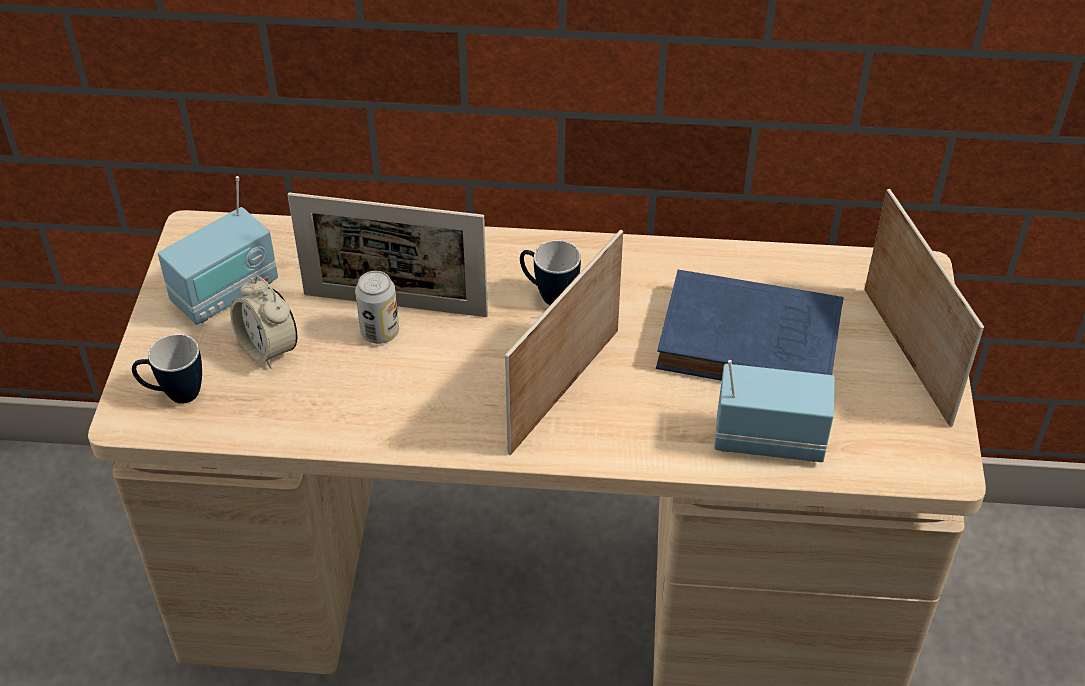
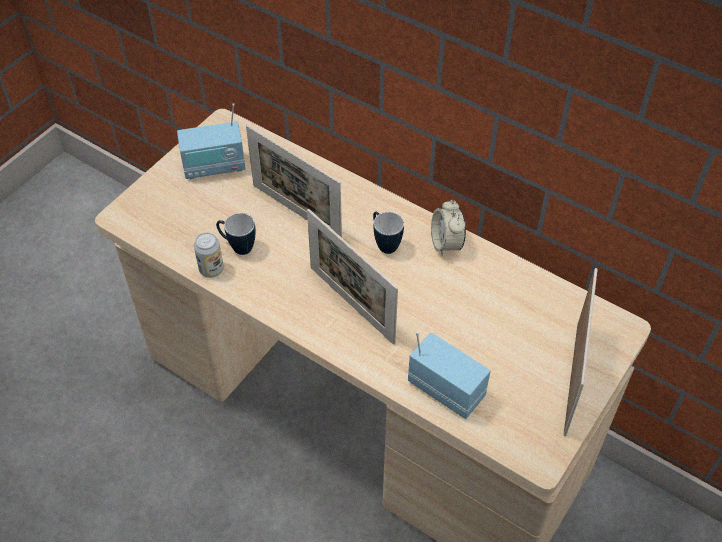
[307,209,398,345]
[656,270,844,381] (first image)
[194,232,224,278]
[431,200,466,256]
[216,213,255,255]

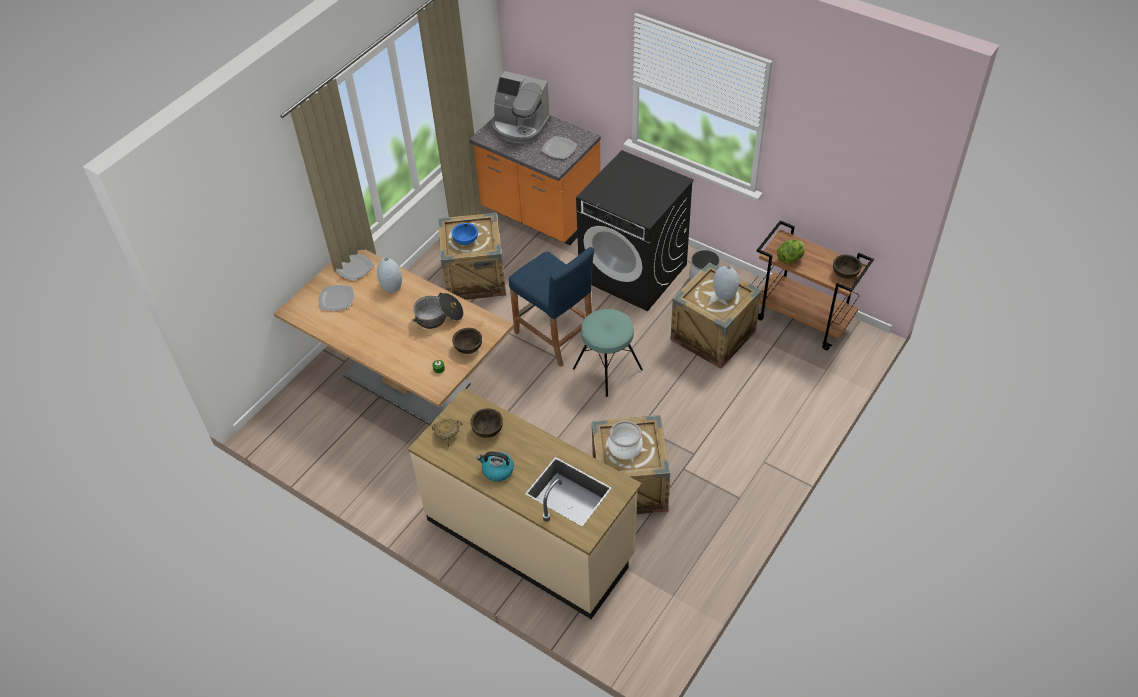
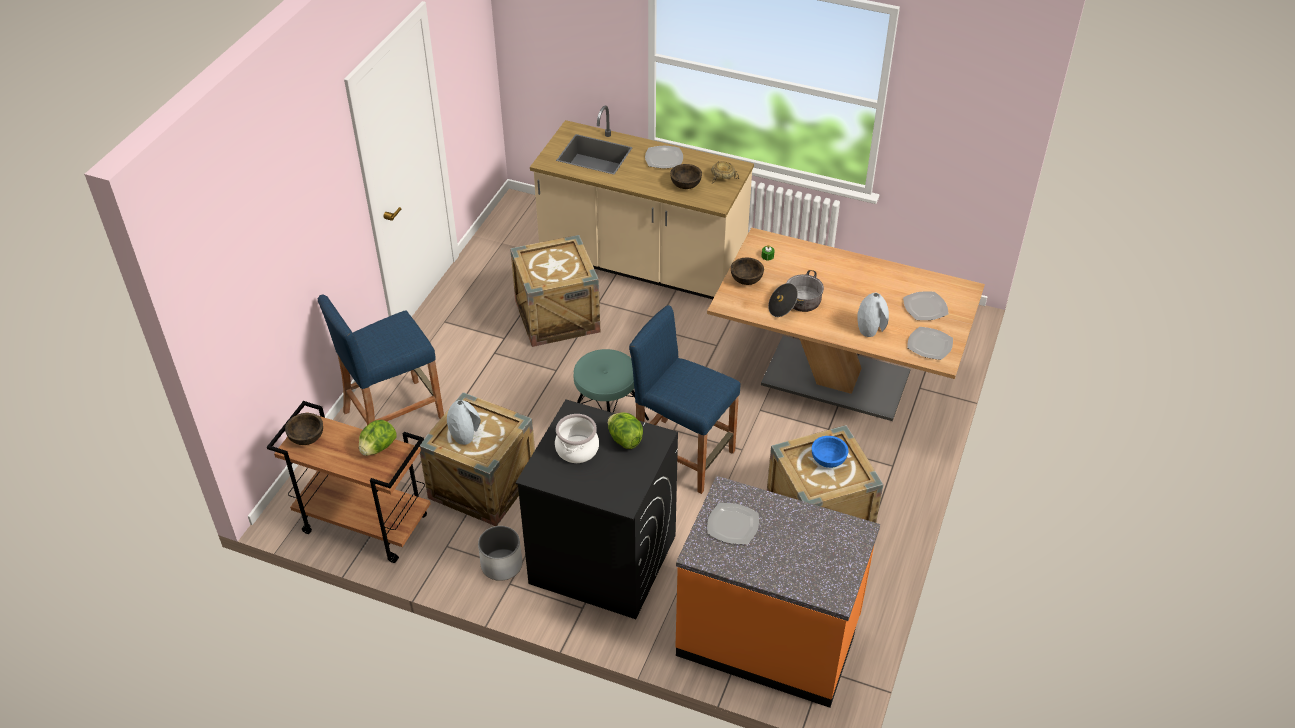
[492,71,551,144] (first image)
[555,414,599,463]
[645,146,683,168]
[318,294,444,425]
[608,413,643,449]

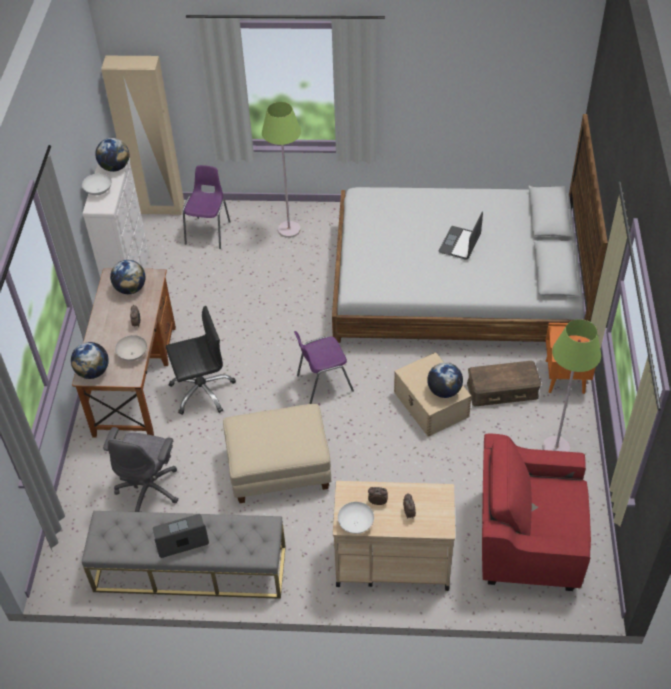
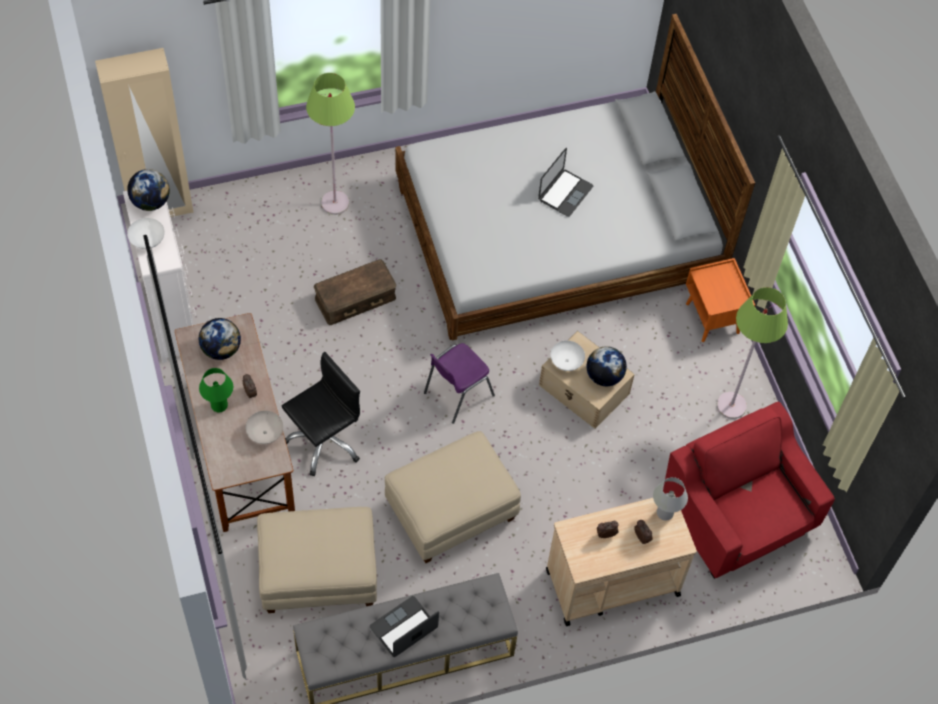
[183,165,230,249] (first image)
[538,148,593,217]
[71,342,109,379] (first image)
[314,260,396,325]
[257,507,377,613]
[663,401,835,579]
[550,341,585,371]
[199,368,233,412]
[653,477,688,521]

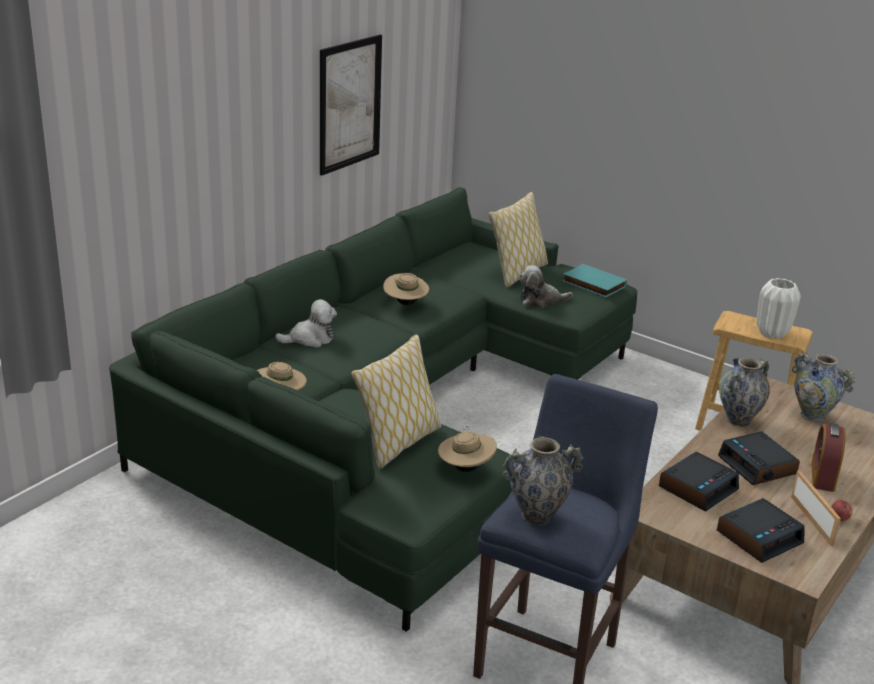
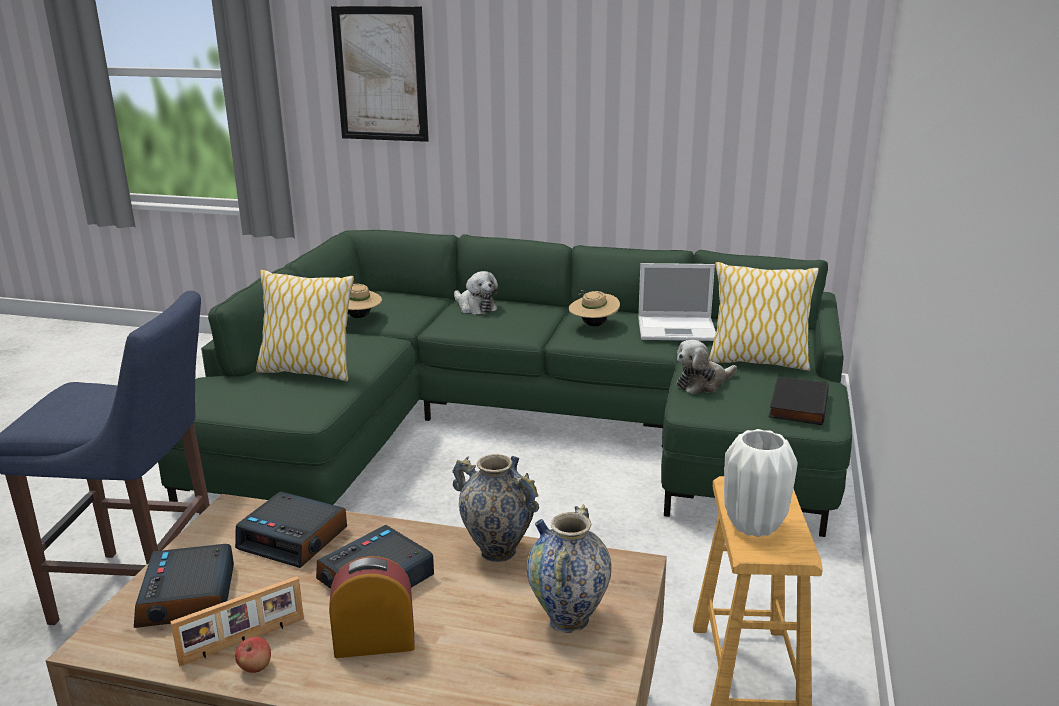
[331,6,429,142]
[769,376,829,425]
[676,340,737,394]
[438,426,497,472] (first image)
[503,436,583,525] (first image)
[134,544,234,628]
[638,263,716,341]

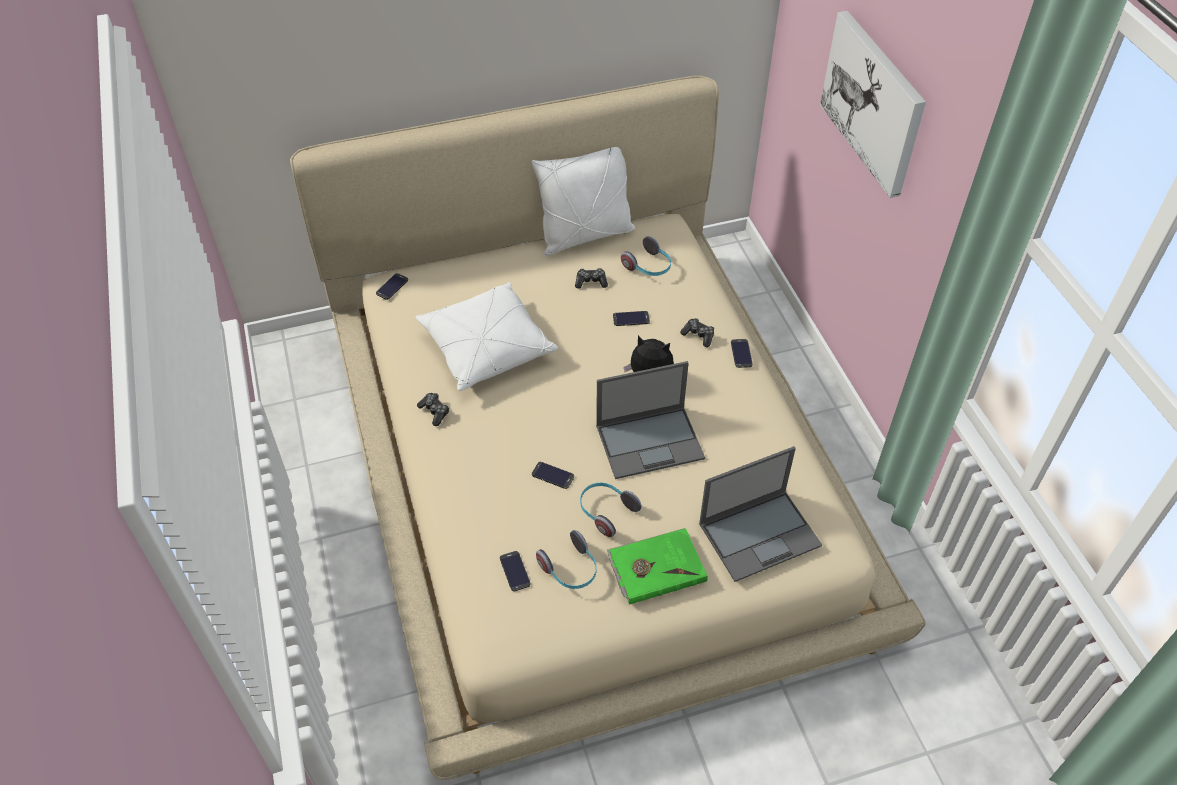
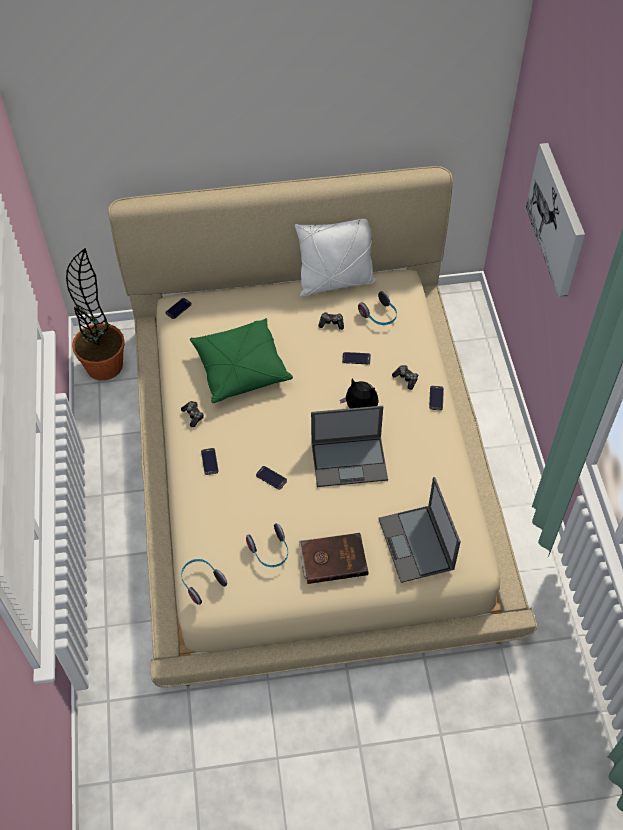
[190,318,293,403]
[378,477,461,583]
[181,559,227,605]
[299,533,368,584]
[201,448,219,475]
[66,248,124,380]

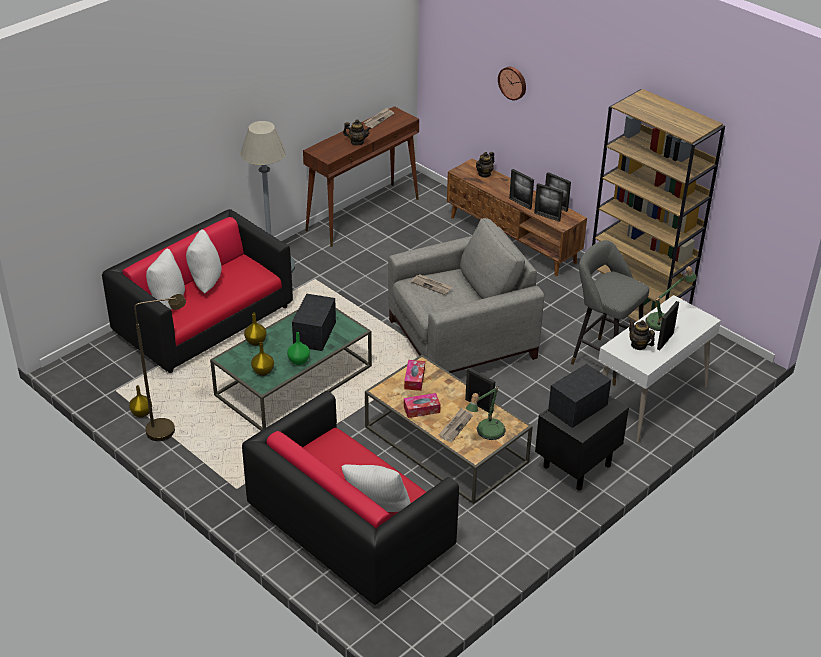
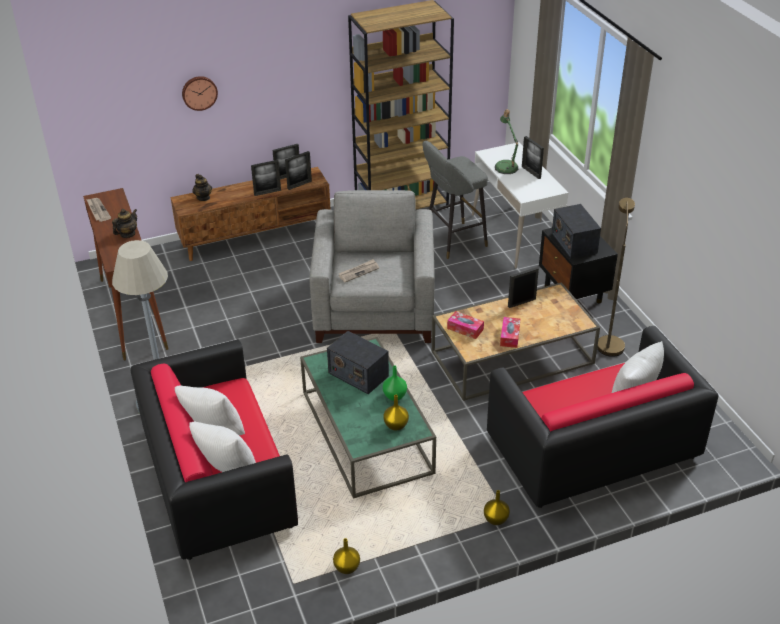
[597,198,635,357]
[484,490,510,525]
[629,319,655,350] (first image)
[466,386,506,440] (first image)
[439,408,473,442] (first image)

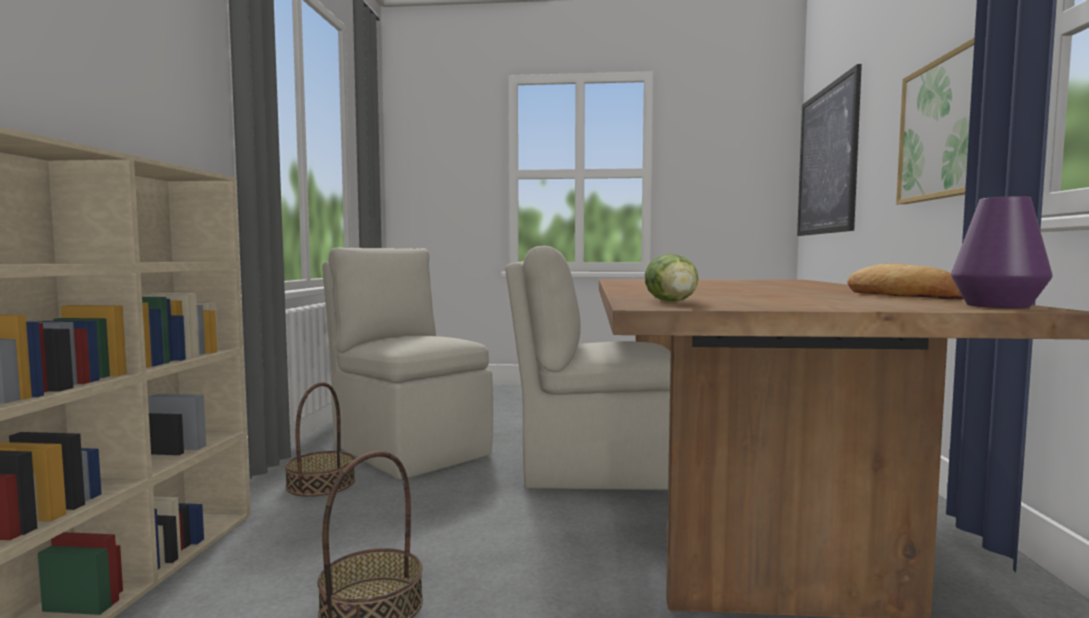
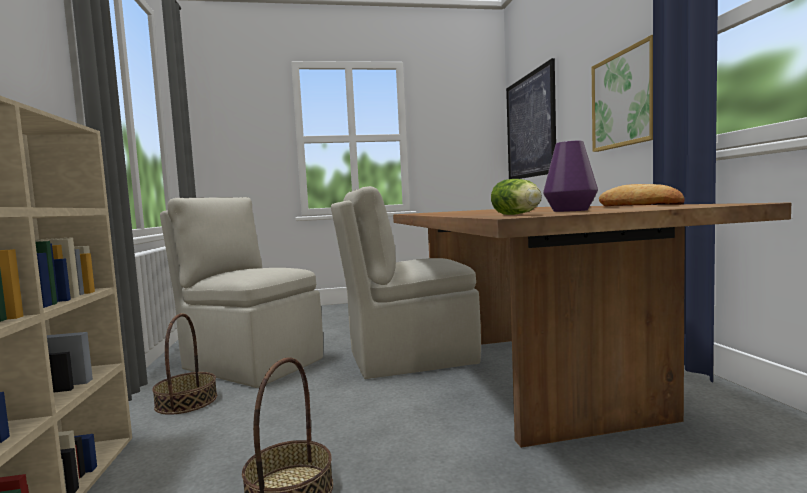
[543,141,598,212]

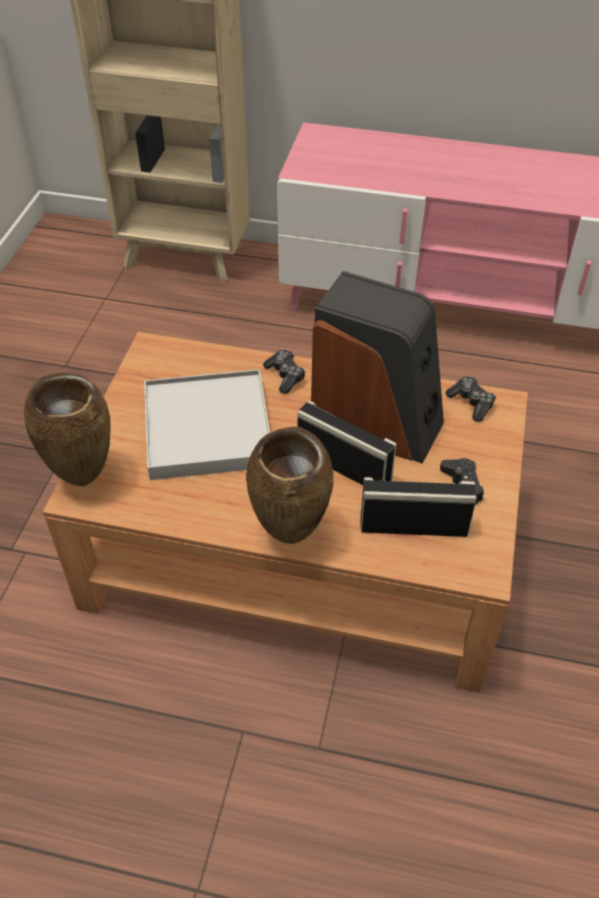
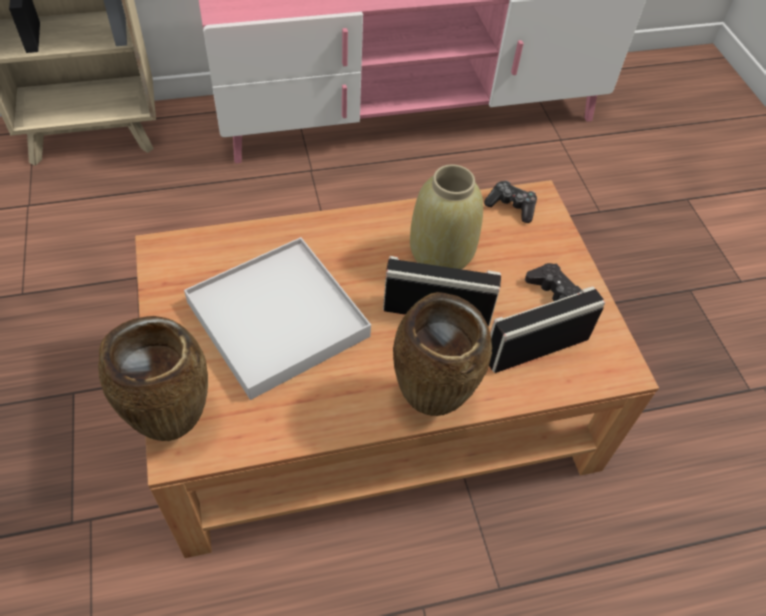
[410,164,483,269]
[263,350,305,394] (first image)

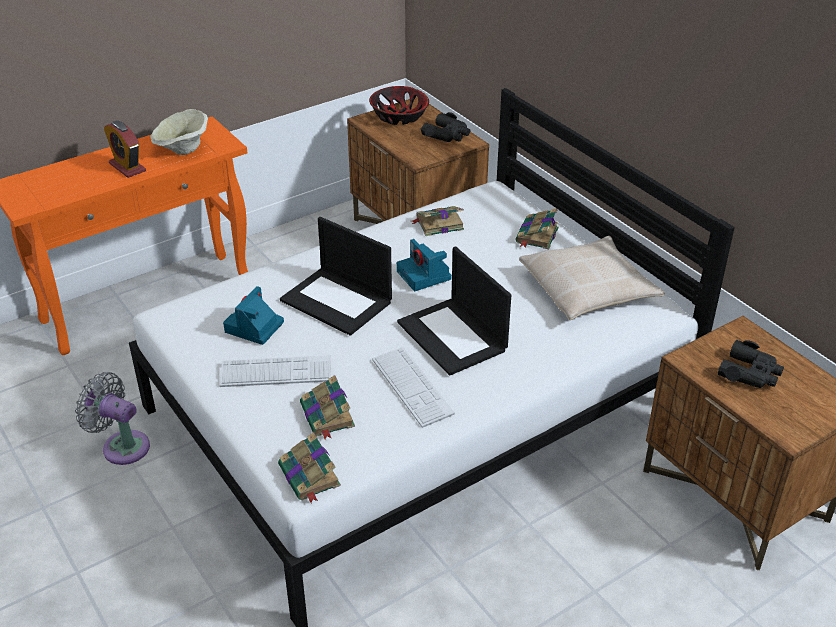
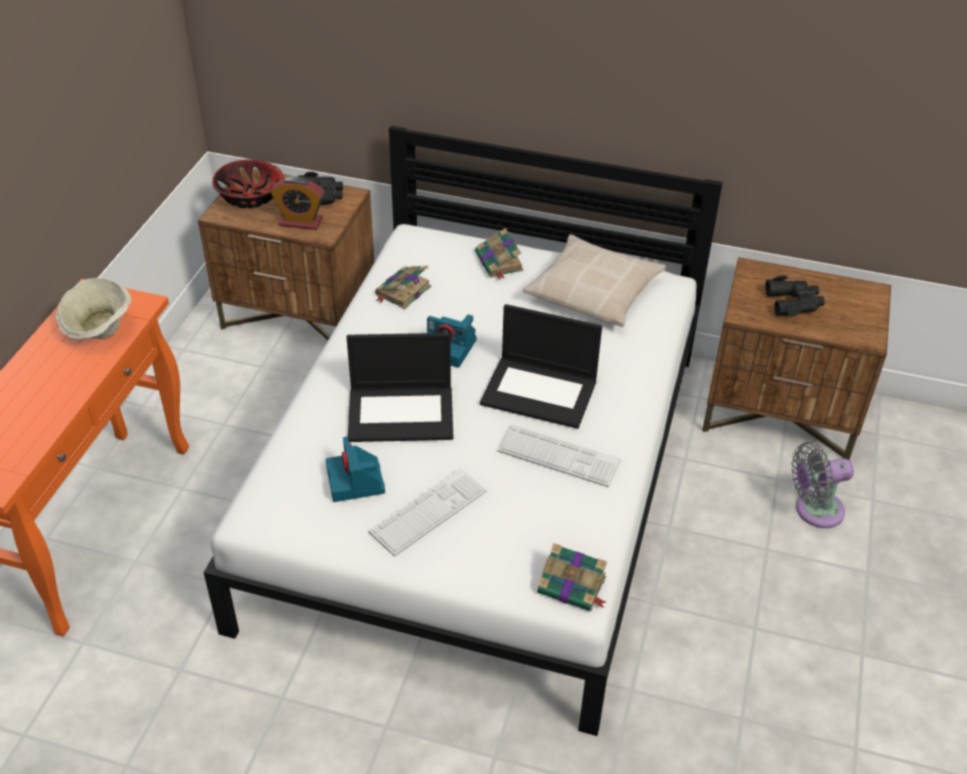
[270,176,324,230]
[792,442,854,528]
[300,375,355,439] (first image)

